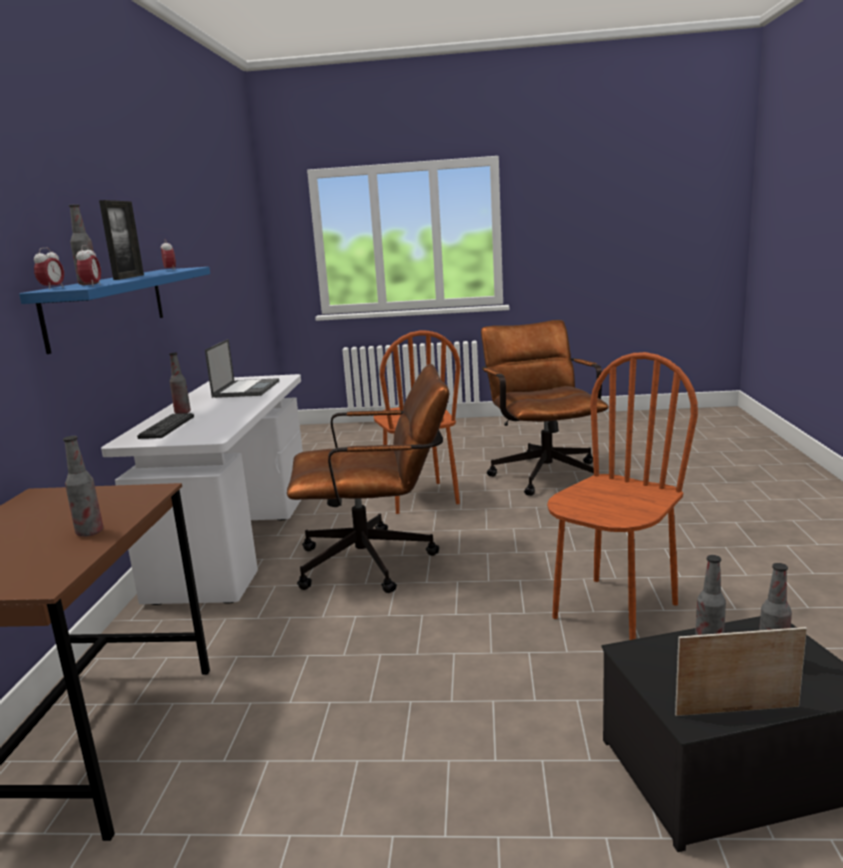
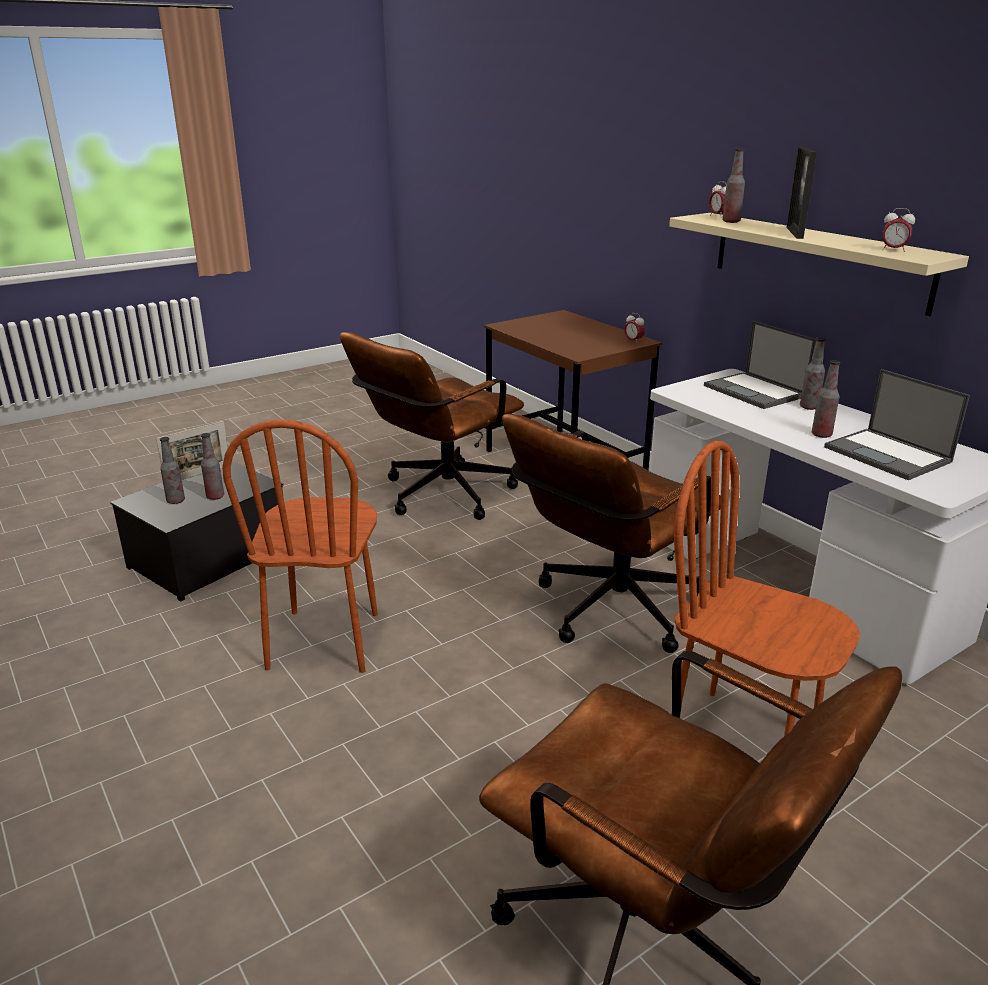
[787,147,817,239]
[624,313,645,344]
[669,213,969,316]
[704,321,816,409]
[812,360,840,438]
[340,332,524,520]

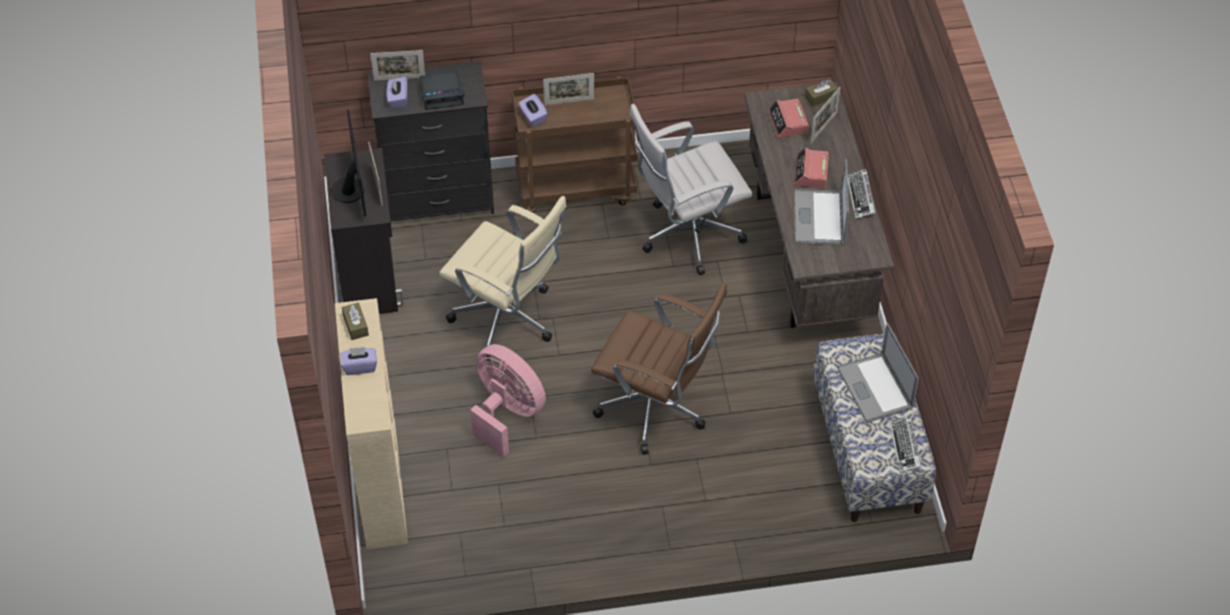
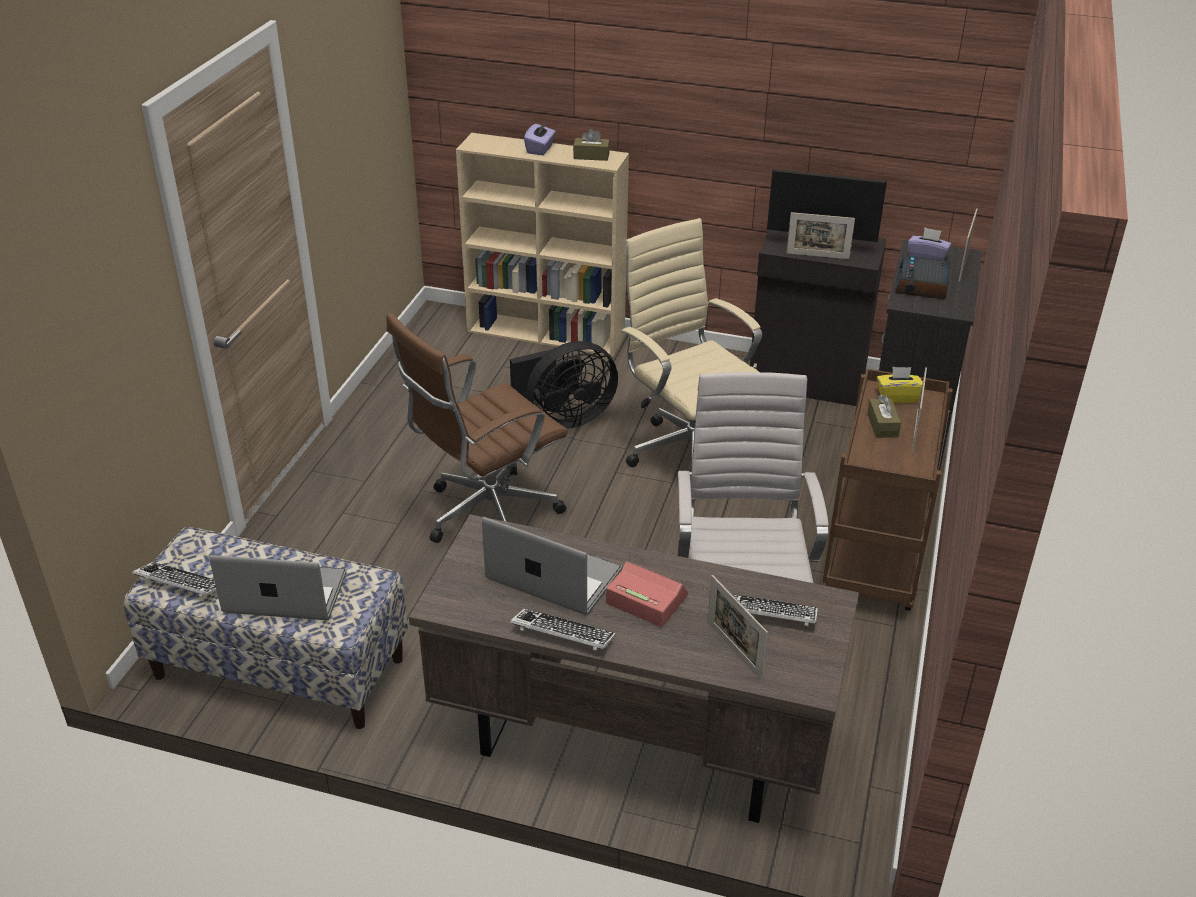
[867,395,901,438]
[877,367,925,403]
[732,594,818,626]
[621,218,762,471]
[510,341,618,429]

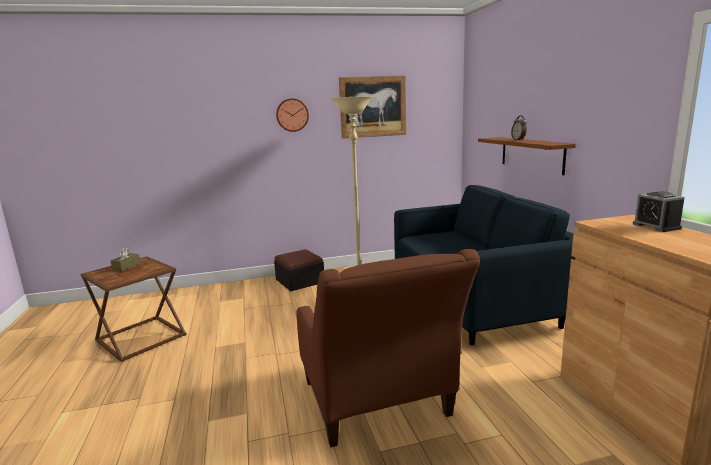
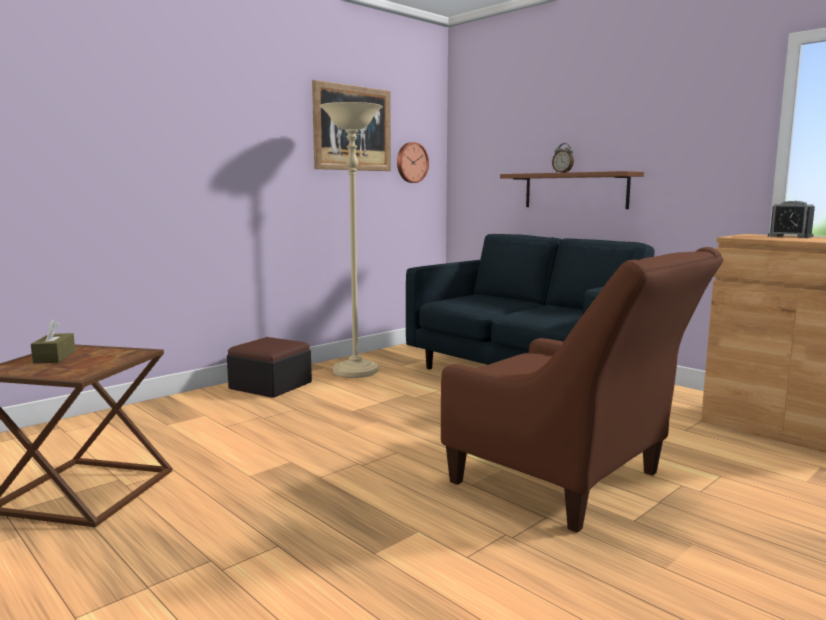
[397,142,429,183]

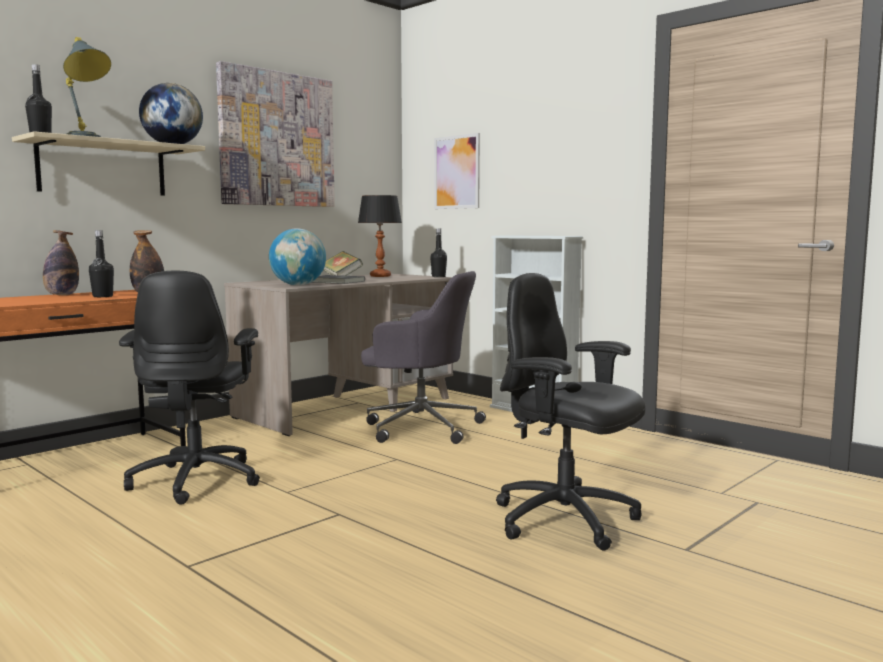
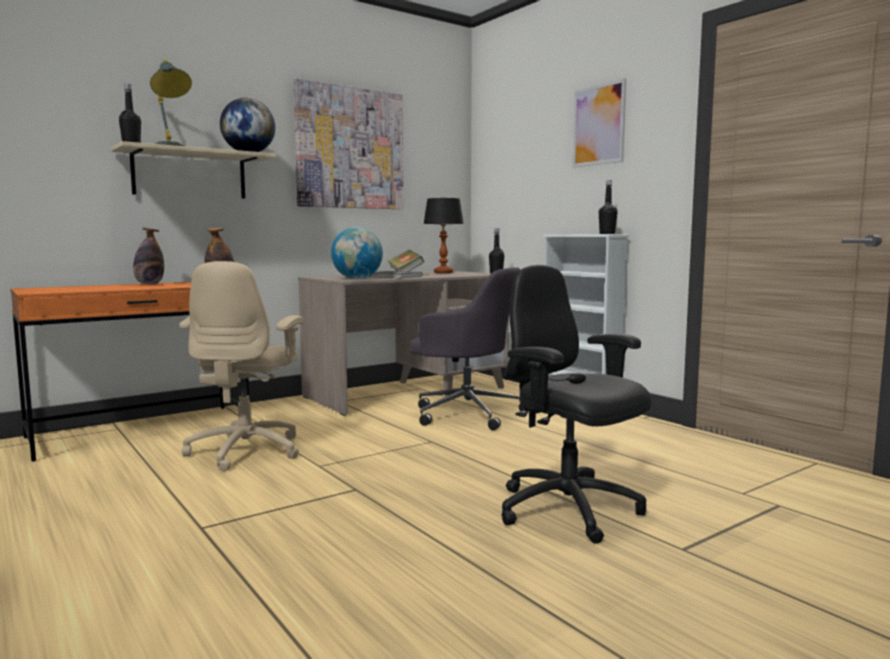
[572,78,626,167]
[599,180,617,234]
[179,261,303,472]

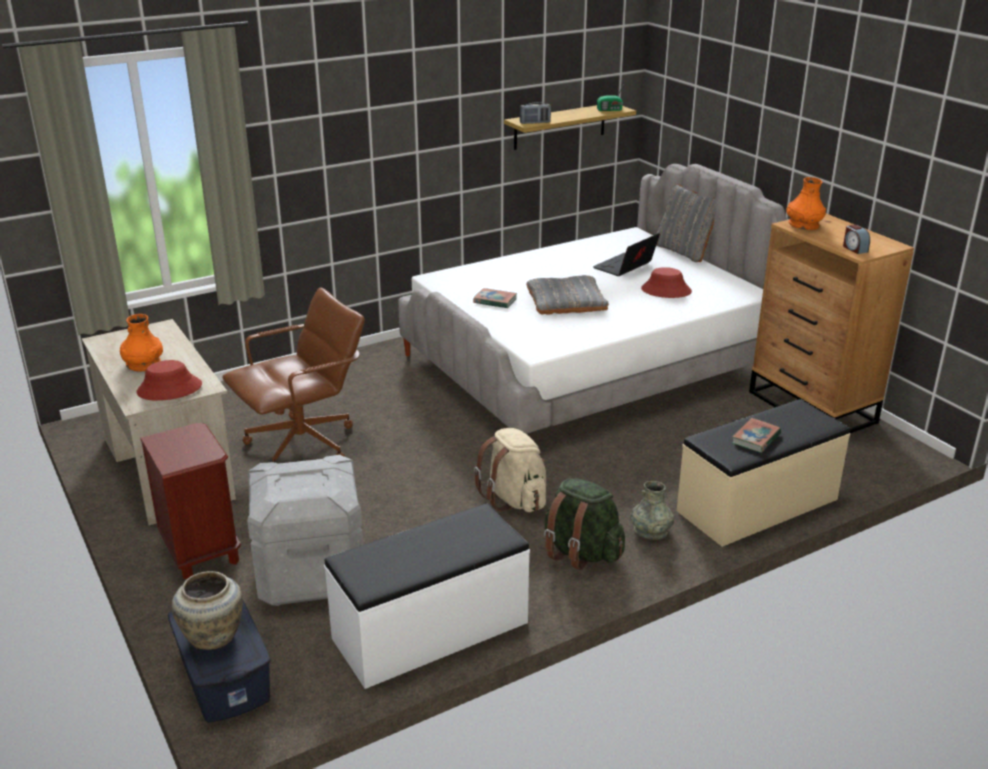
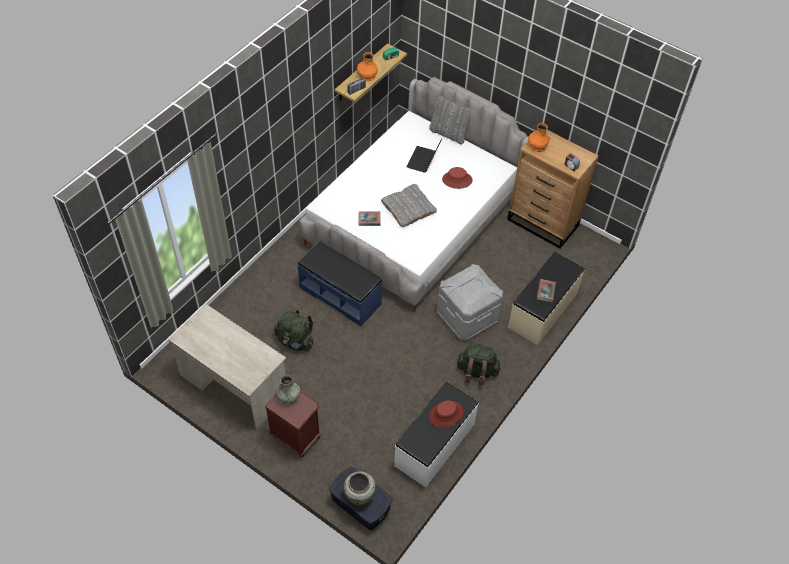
[274,309,313,352]
[357,52,378,81]
[429,400,463,428]
[474,428,546,512] (first image)
[437,264,503,341]
[276,375,301,405]
[297,241,382,327]

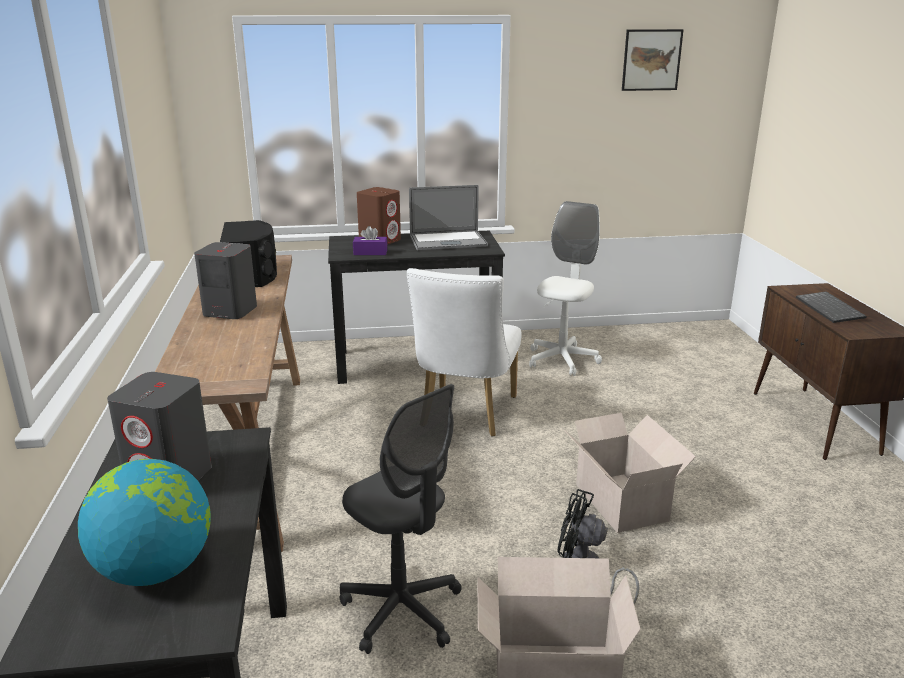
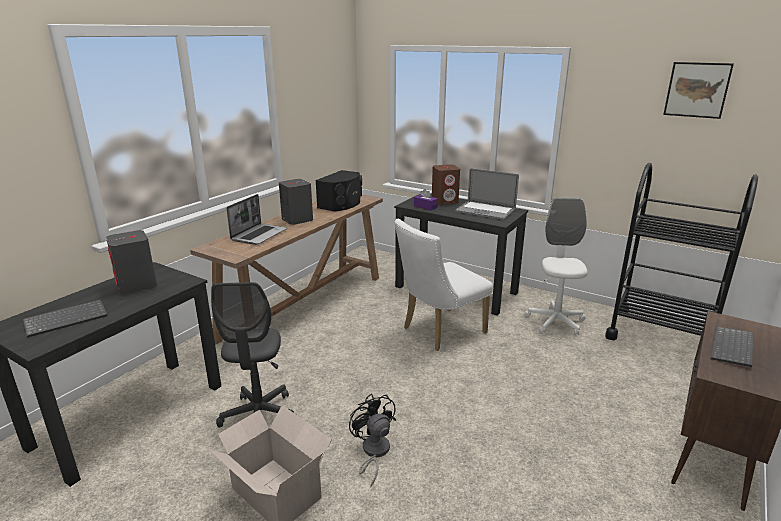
[525,198,588,335]
[563,413,696,533] (first image)
[23,300,107,338]
[605,163,758,340]
[226,194,287,245]

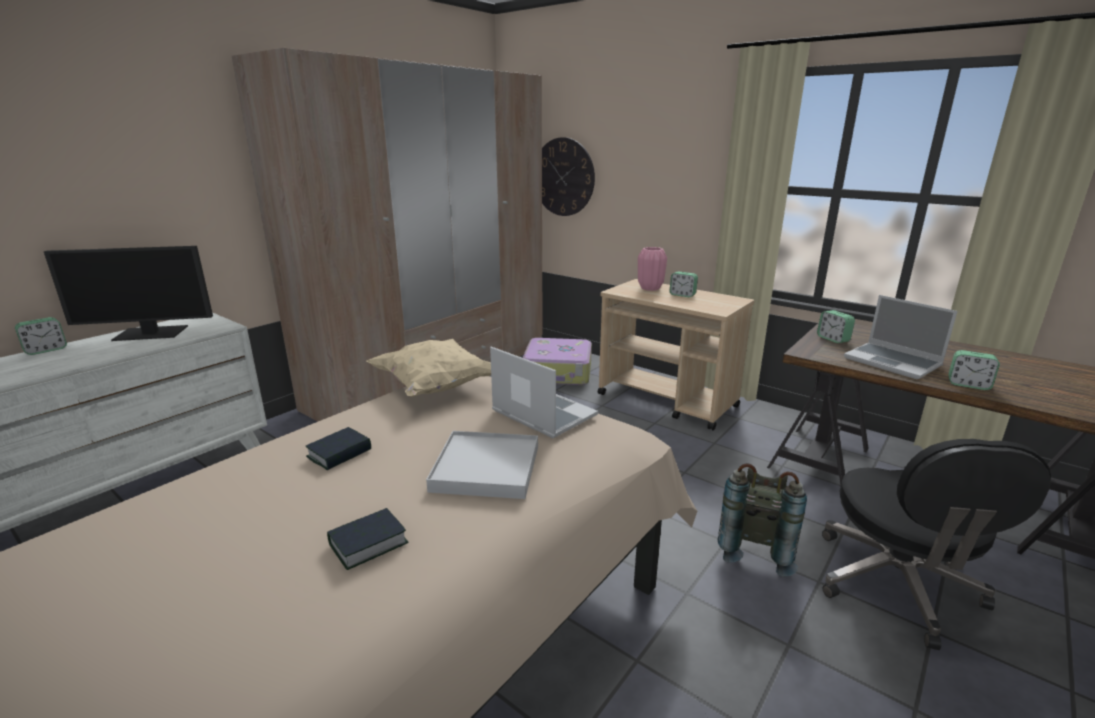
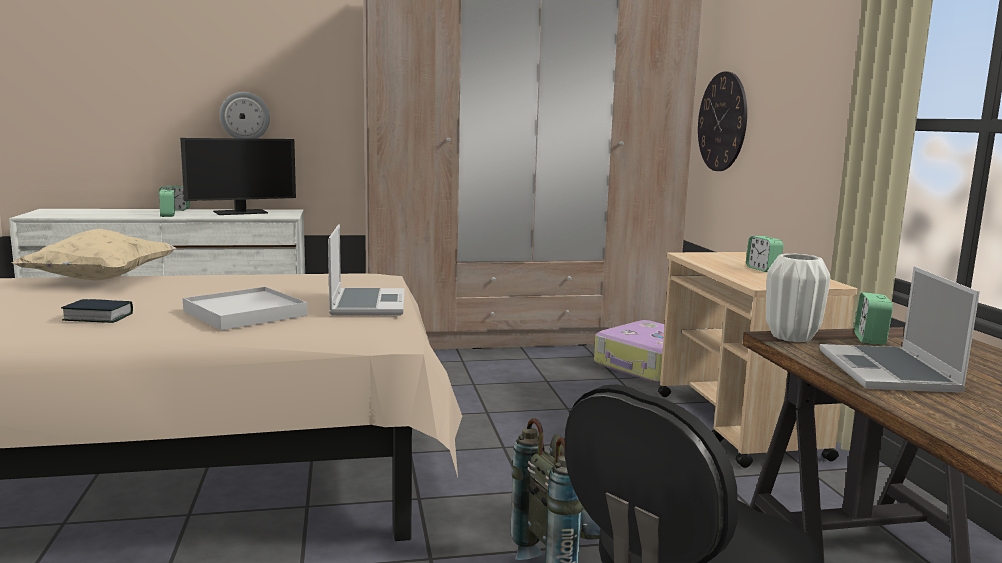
[180,138,296,215]
[638,247,667,291] (first image)
[11,229,176,281]
[160,189,175,217]
[306,427,371,470] (first image)
[220,92,270,139]
[766,254,831,342]

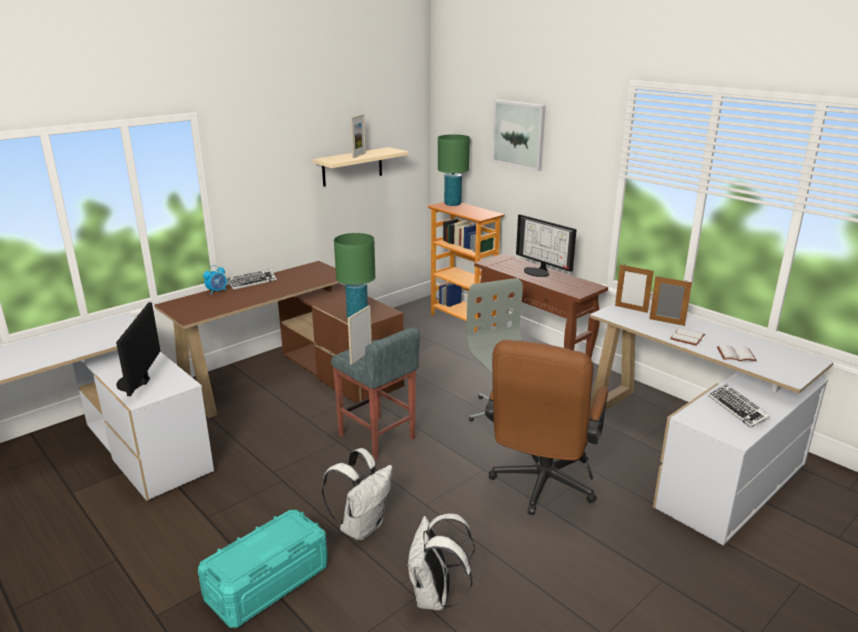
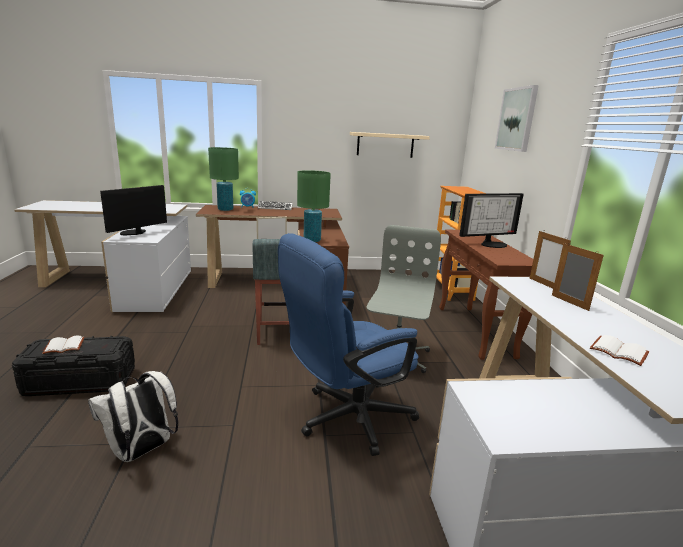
[351,114,366,158] (first image)
[208,147,239,211]
[459,193,524,248]
[42,336,85,354]
[278,233,419,456]
[708,384,771,428] (first image)
[322,448,393,541] (first image)
[12,336,135,396]

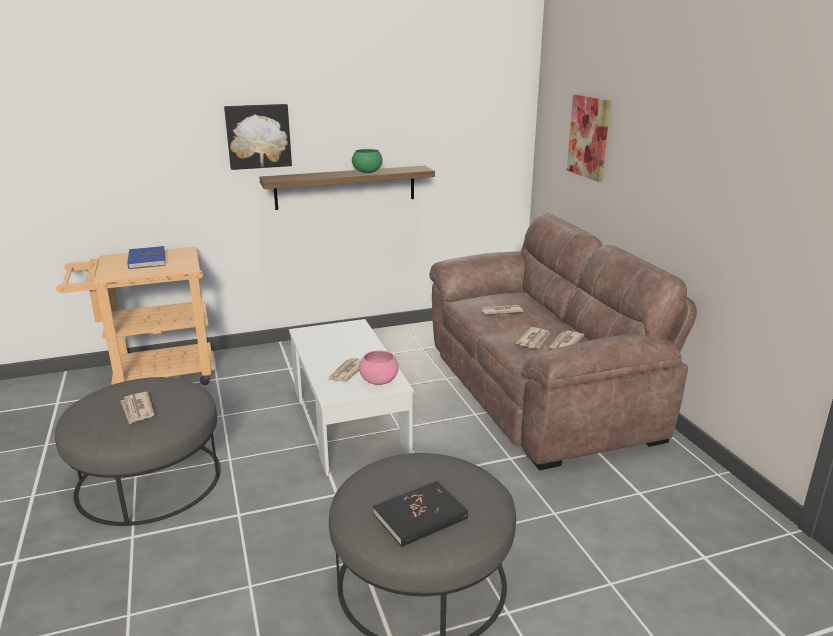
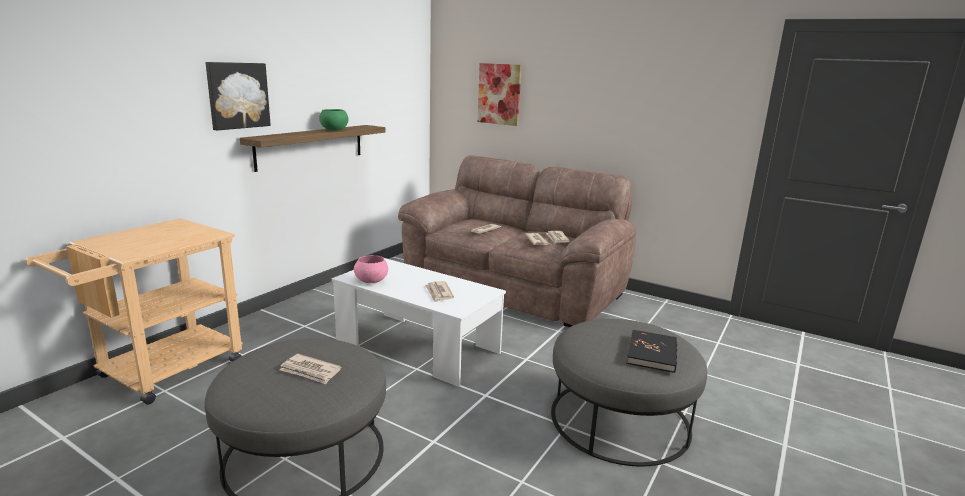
[127,246,165,269] (first image)
[354,255,388,283]

